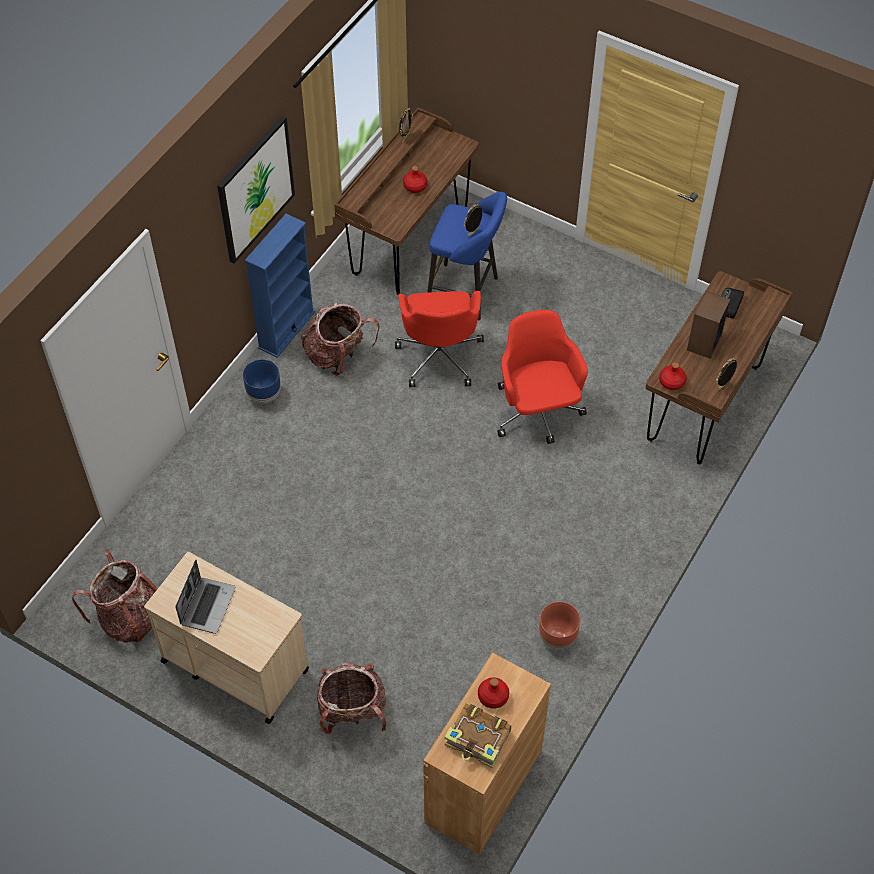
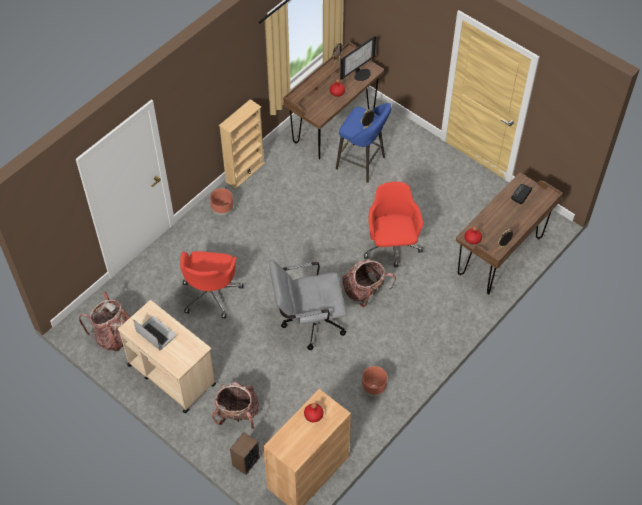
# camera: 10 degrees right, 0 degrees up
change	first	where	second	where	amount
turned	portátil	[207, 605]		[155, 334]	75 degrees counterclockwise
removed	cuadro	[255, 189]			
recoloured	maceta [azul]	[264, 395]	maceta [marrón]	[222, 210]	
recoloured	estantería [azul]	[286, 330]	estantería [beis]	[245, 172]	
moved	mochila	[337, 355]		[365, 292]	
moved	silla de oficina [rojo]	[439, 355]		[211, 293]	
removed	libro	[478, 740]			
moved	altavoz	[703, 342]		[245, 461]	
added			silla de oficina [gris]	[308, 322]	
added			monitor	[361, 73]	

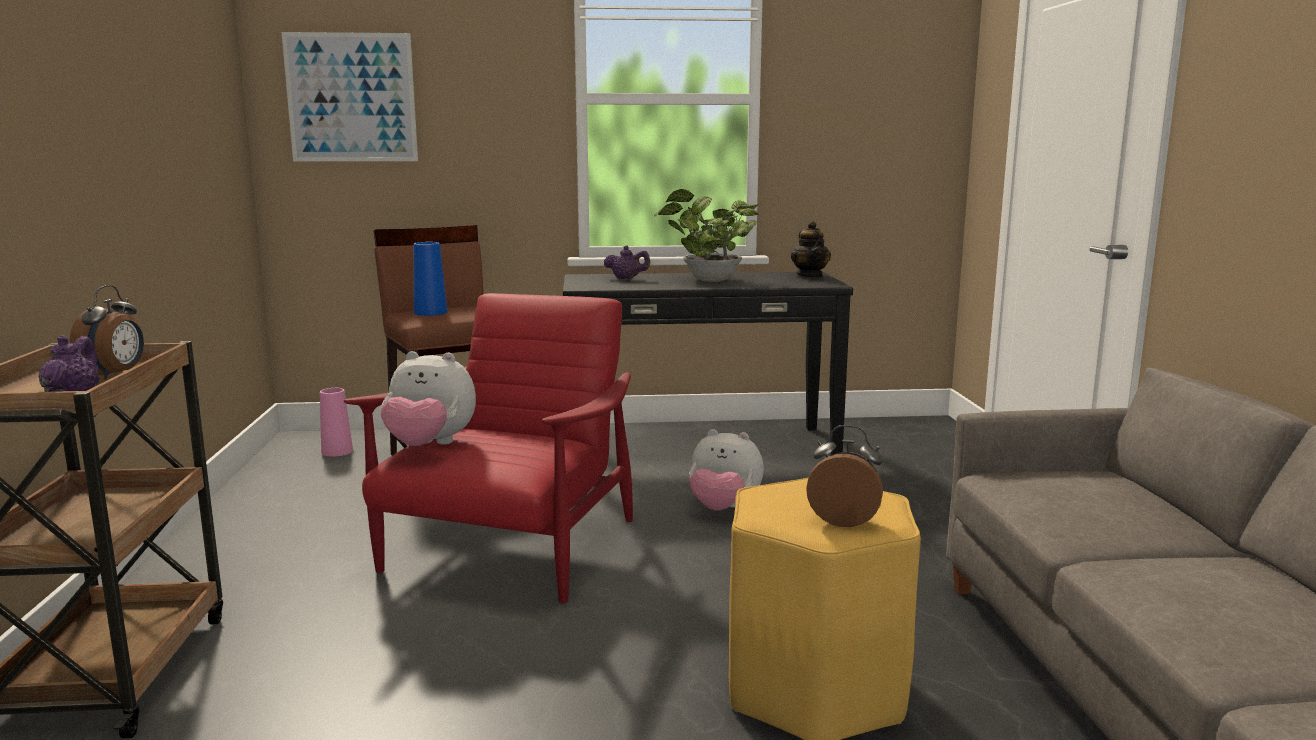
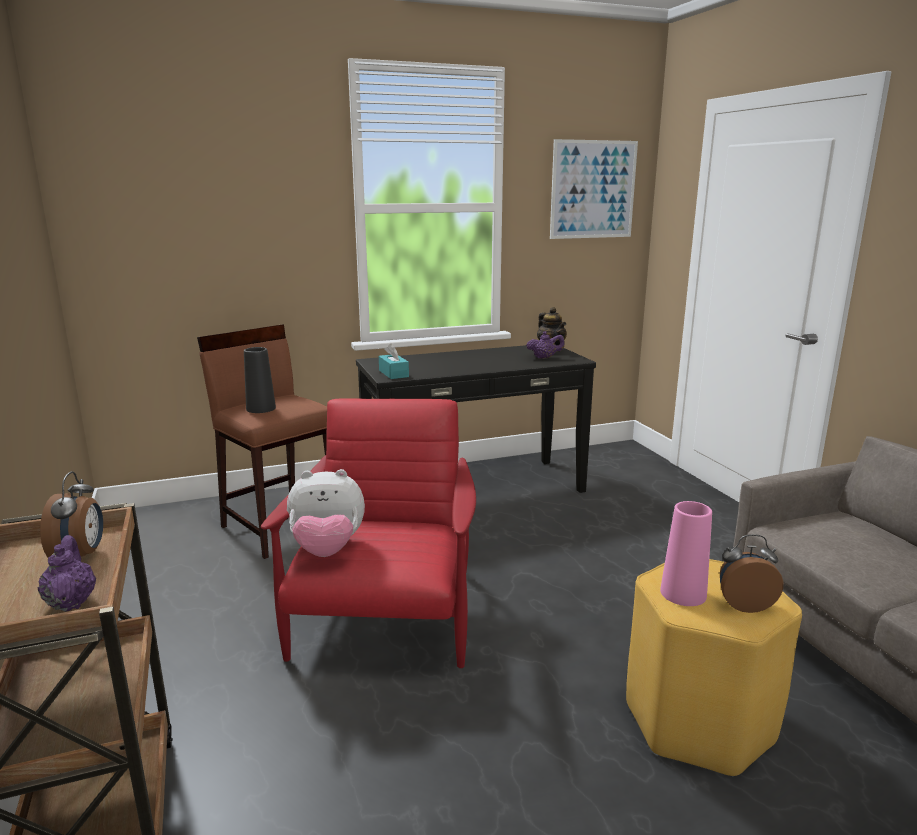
# camera: 15 degrees left, 5 degrees up
change	first	where	second	where	amount
moved	cuadro	[351, 98]		[593, 190]	
moved	florero [rosa]	[337, 451]		[683, 593]	
recoloured	florero [azul]	[430, 312]	florero [negro]	[261, 408]	
moved	tetera [morado]	[627, 279]		[544, 358]	
removed	planta en maceta	[707, 280]			
removed	peluche	[723, 508]			
added			caja de pañuelos [turquesa]	[393, 373]	

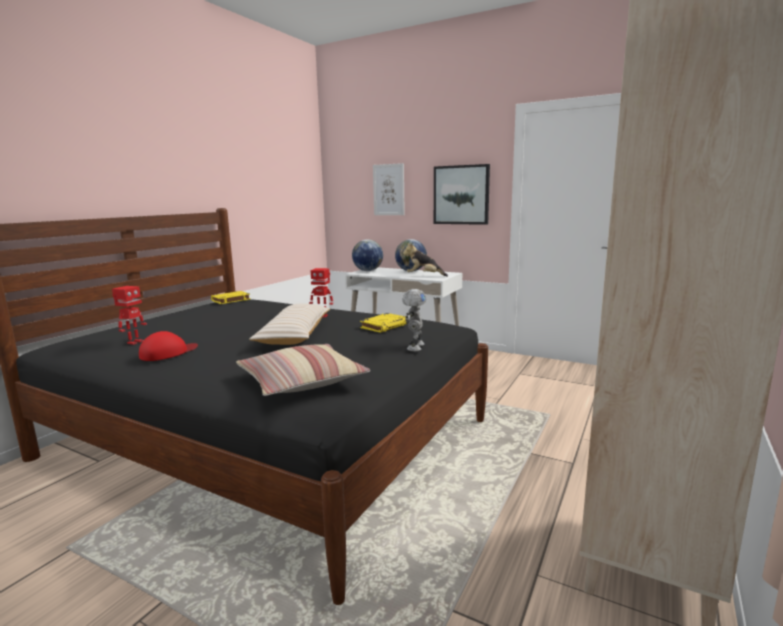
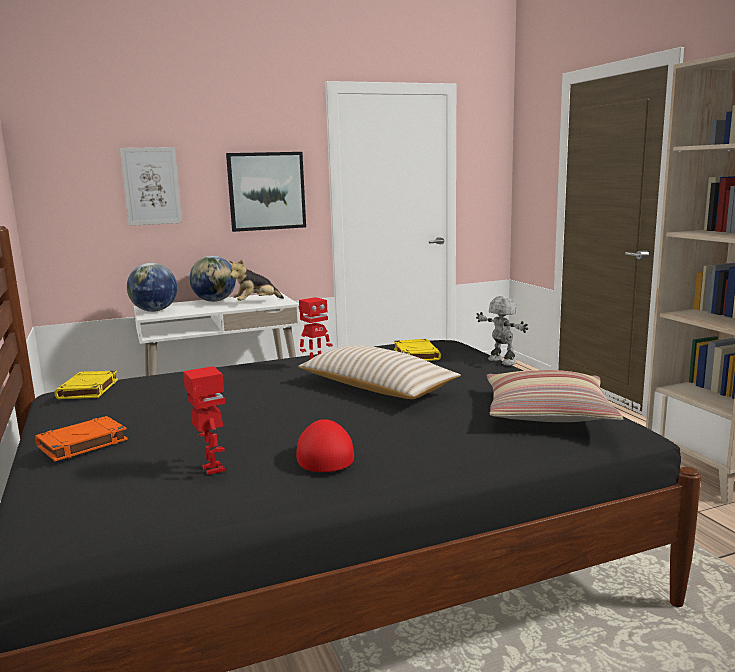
# camera: 50 degrees left, 0 degrees up
change	first	where	second	where	amount
added			libro [naranja]	[82, 444]	

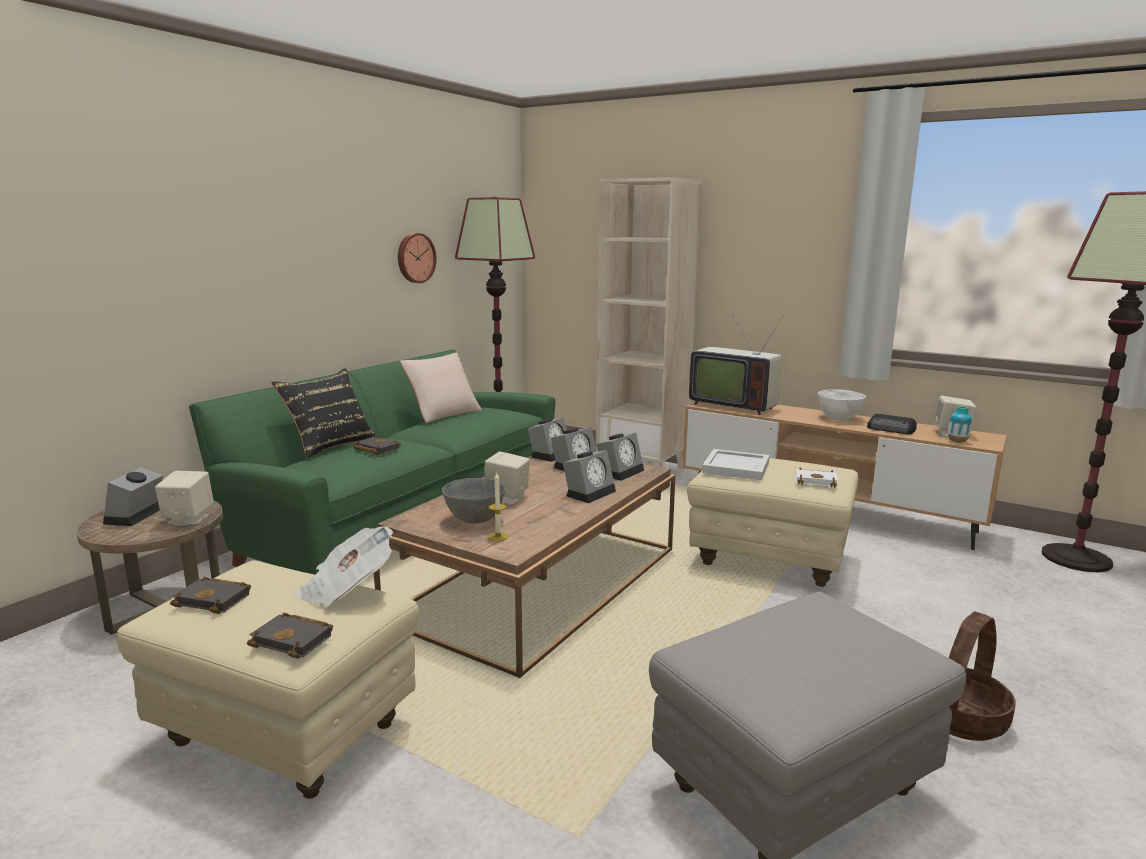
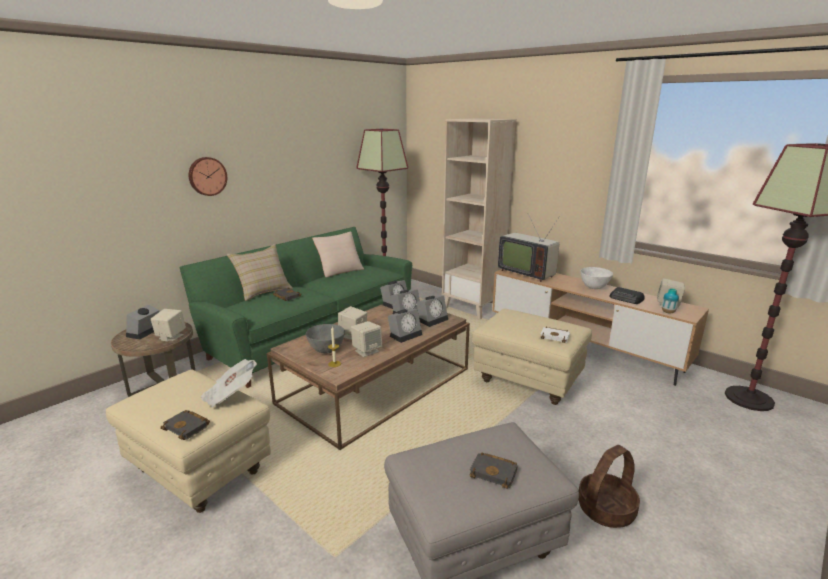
# camera: 10 degrees right, 5 degrees up
change	first	where	second	where	amount
moved	libro [negro]	[215, 599]		[495, 472]	
recoloured	cojín [negro]	[331, 445]	cojín [beis]	[263, 291]	
moved	reloj de pared	[415, 258]		[207, 176]	
removed	bandeja [blanco]	[736, 468]			
added			altavoz [beis]	[367, 351]	

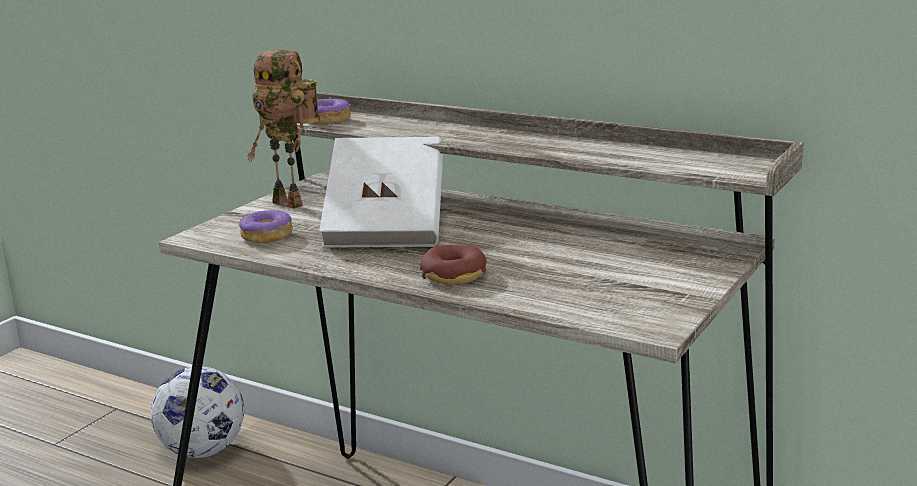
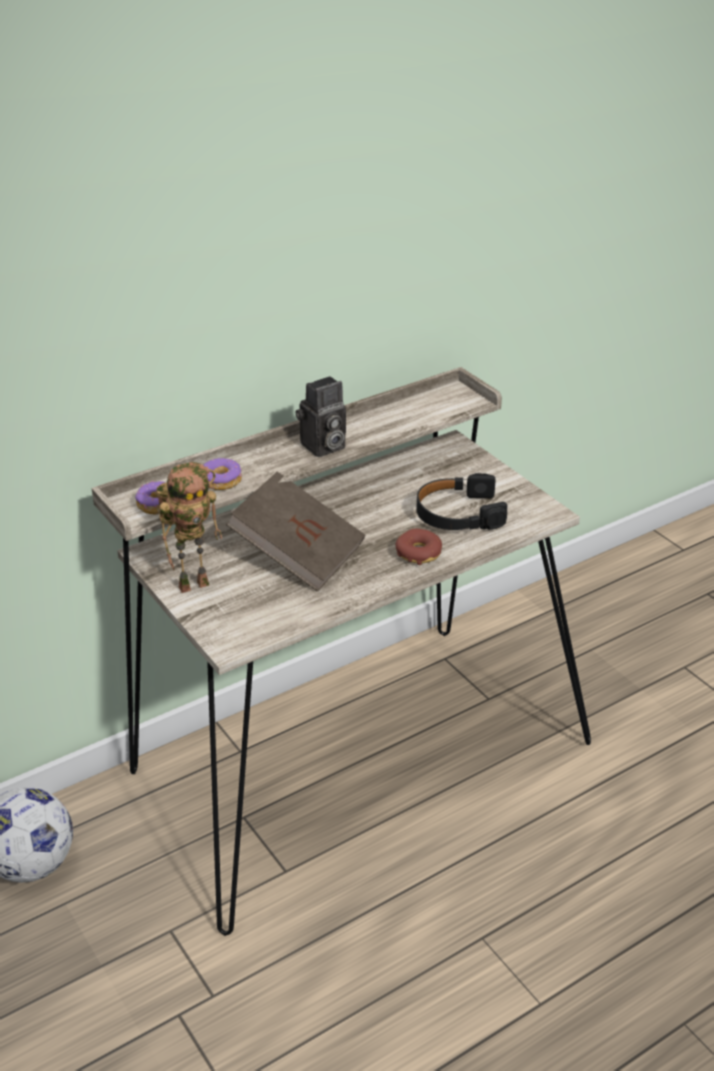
# camera: 65 degrees left, 15 degrees up
change	first	where	second	where	amount
moved	rosquilla	[266, 236]		[221, 481]	
recoloured	libro [blanco]	[387, 226]	libro [marrón]	[298, 554]	
added			cámara	[322, 447]	
added			auriculares [negro]	[458, 514]	

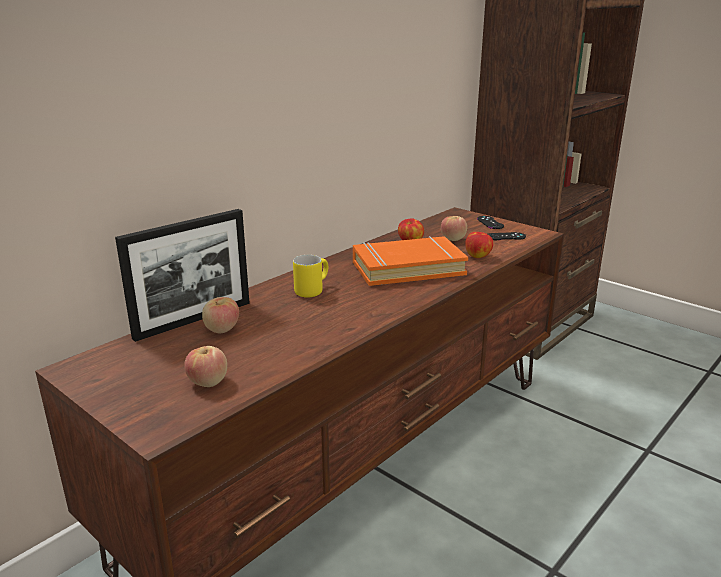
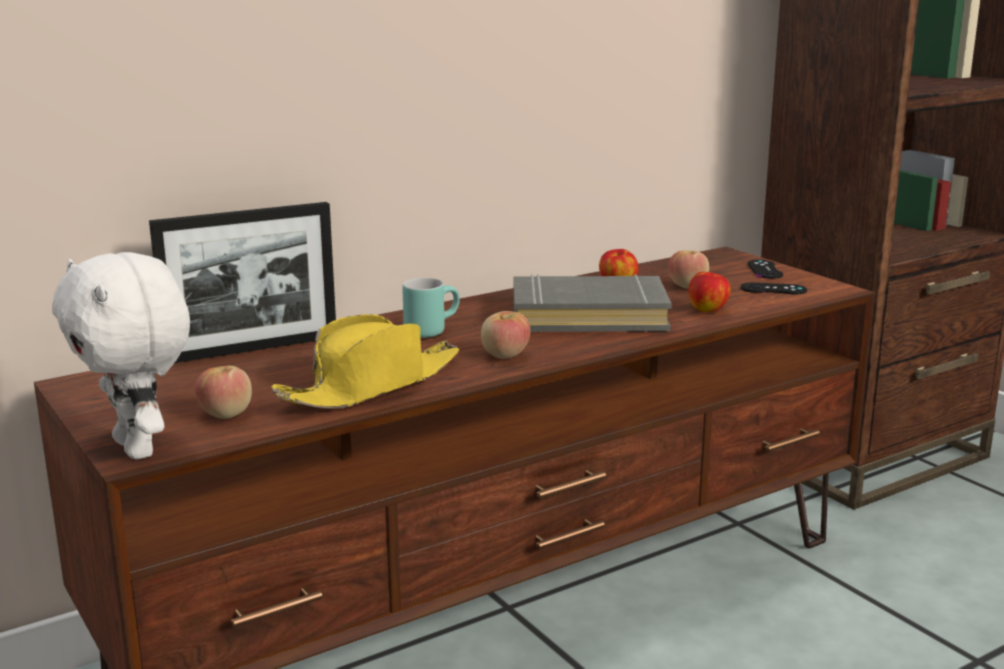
# camera: 15 degrees right, 5 degrees down
change	first	where	second	where	amount
moved	manzana	[221, 329]		[505, 355]	
recoloured	taza grande [amarillo]	[311, 290]	taza grande [turquesa]	[430, 330]	
recoloured	libro [naranja]	[407, 268]	libro [gris]	[588, 316]	
added			peluche [blanco]	[139, 448]	
added			sombrero [amarillo]	[372, 385]	

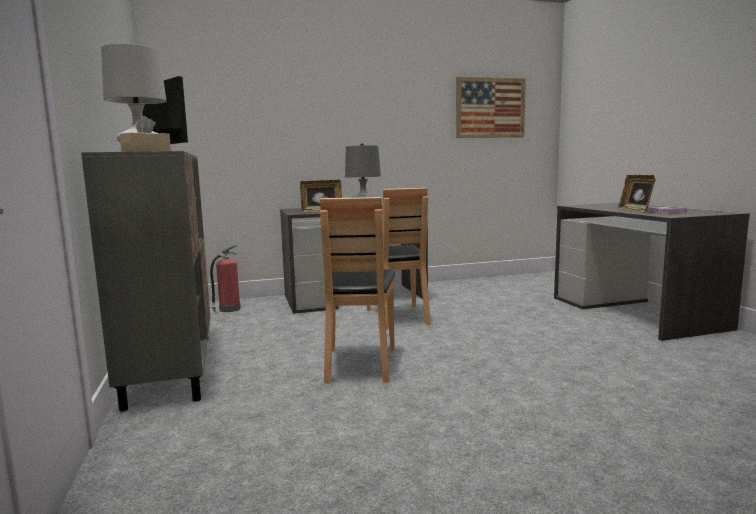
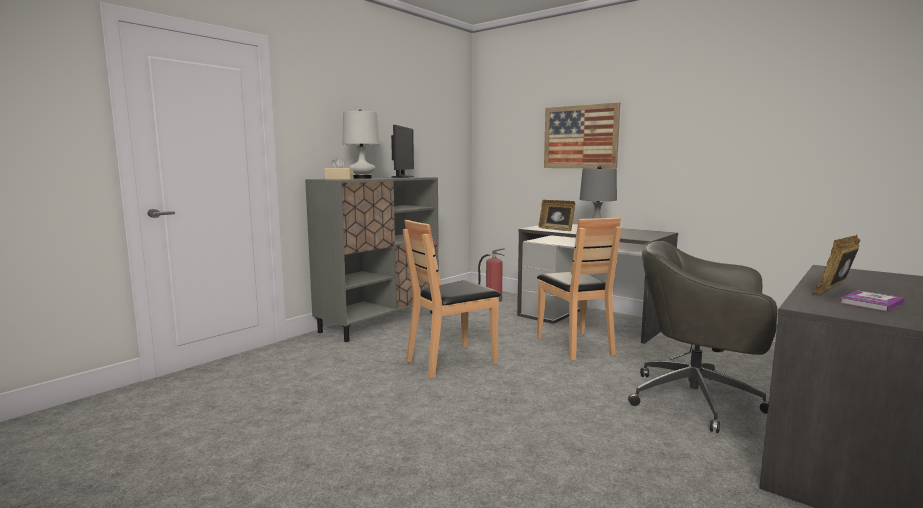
# camera: 55 degrees right, 0 degrees up
change	first	where	second	where	amount
turned	silla [marrón]	[398, 316]		[575, 345]	60 degrees counterclockwise
moved	cuadro	[490, 107]		[580, 137]	
added			silla de oficina [gris]	[698, 400]	

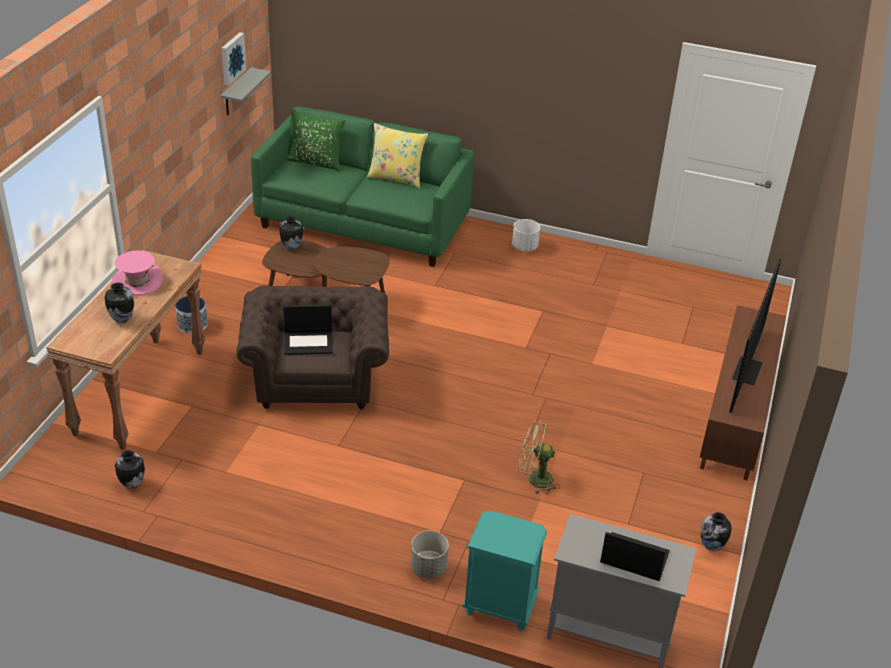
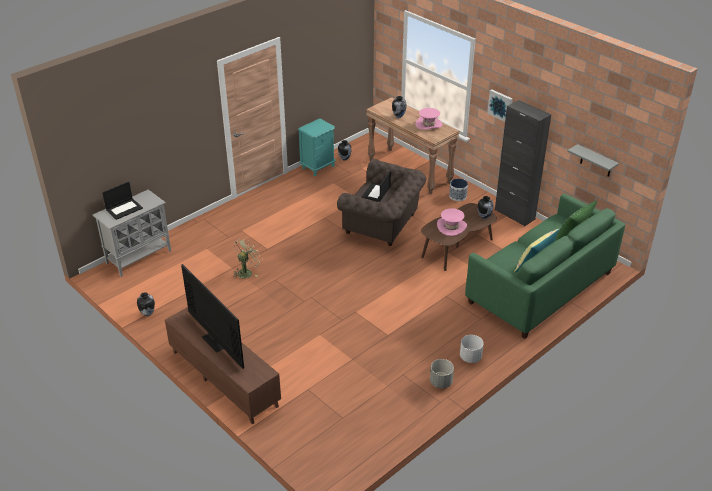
# camera: 120 degrees right, 0 degrees up
change	first	where	second	where	amount
moved	cuadro	[231, 58]		[500, 105]	
moved	maceta [gris]	[428, 568]		[440, 382]	
moved	mesita de noche [turquesa]	[500, 606]		[318, 167]	
added			sombrero [rosa]	[451, 227]	
added			armario [negro]	[514, 214]	

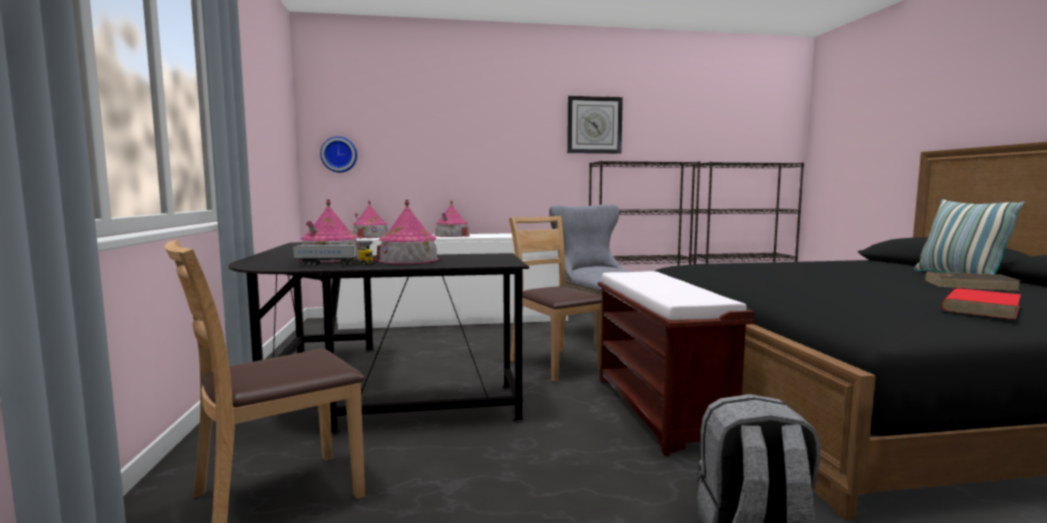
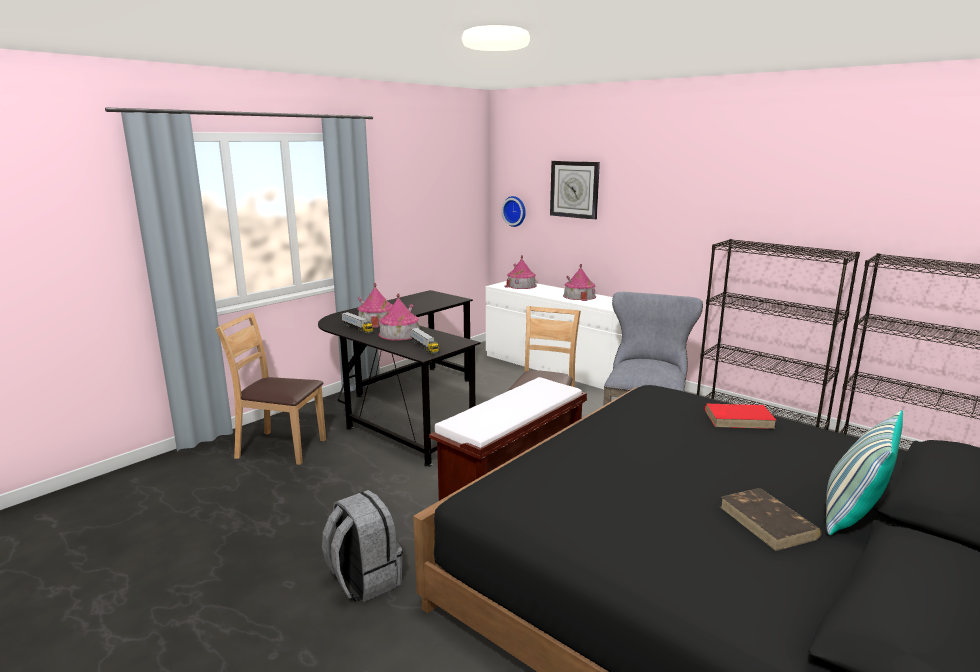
# camera: 50 degrees right, 10 degrees up
change	first	where	second	where	amount
moved	reloj de pared	[594, 125]		[574, 189]	
moved	libro [rojo]	[980, 308]		[739, 419]	
added			camión de juguete	[424, 347]	

